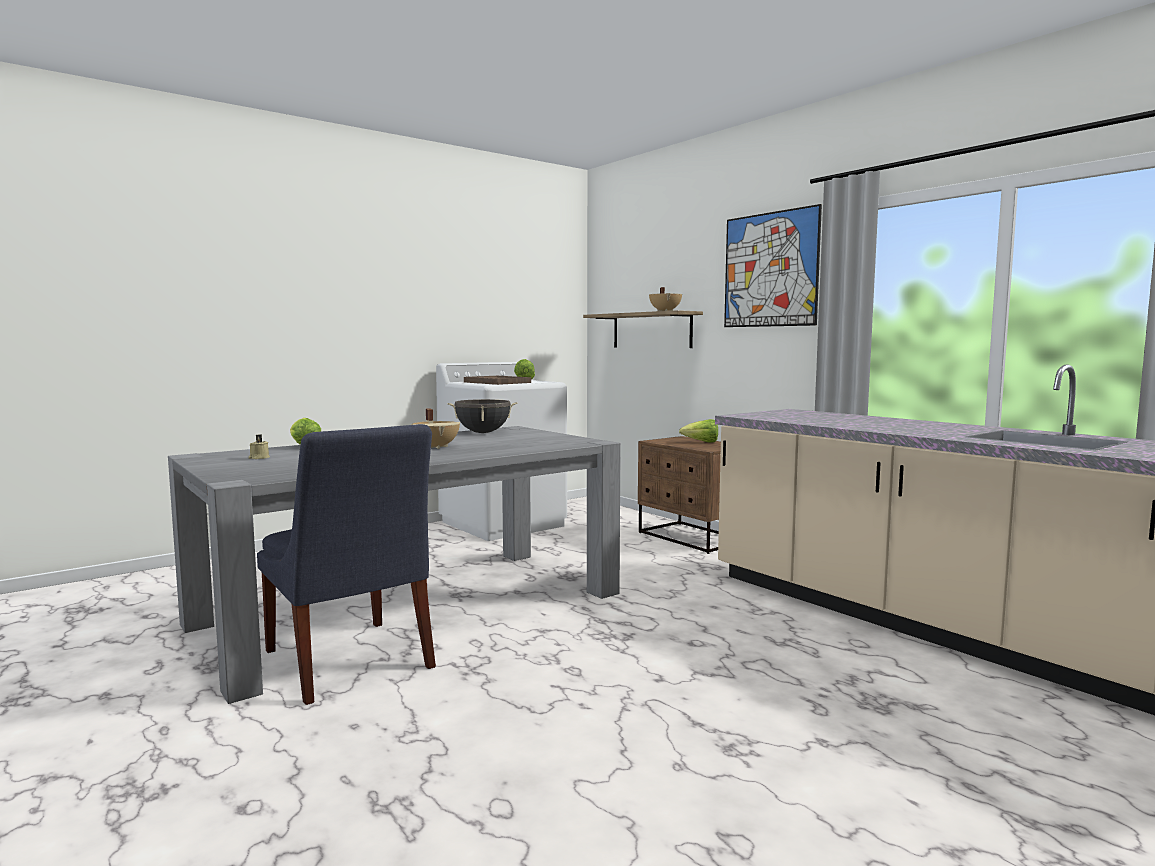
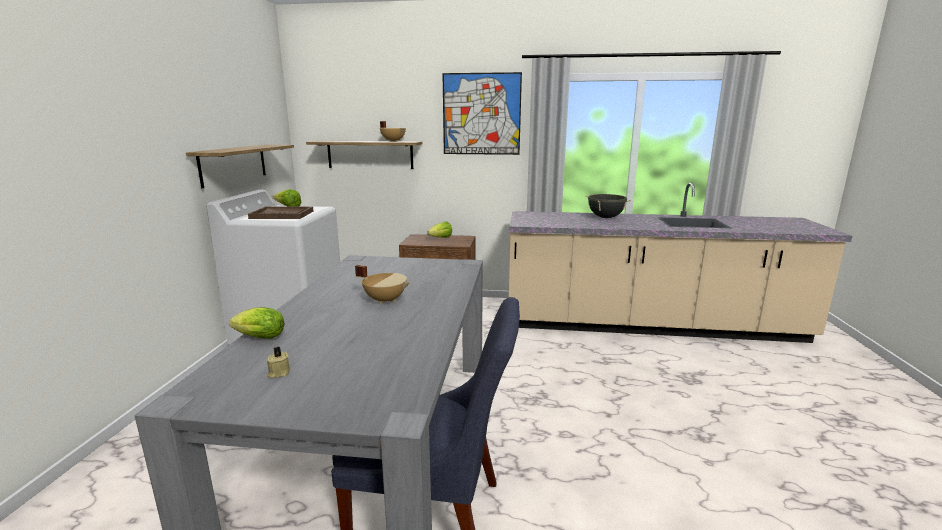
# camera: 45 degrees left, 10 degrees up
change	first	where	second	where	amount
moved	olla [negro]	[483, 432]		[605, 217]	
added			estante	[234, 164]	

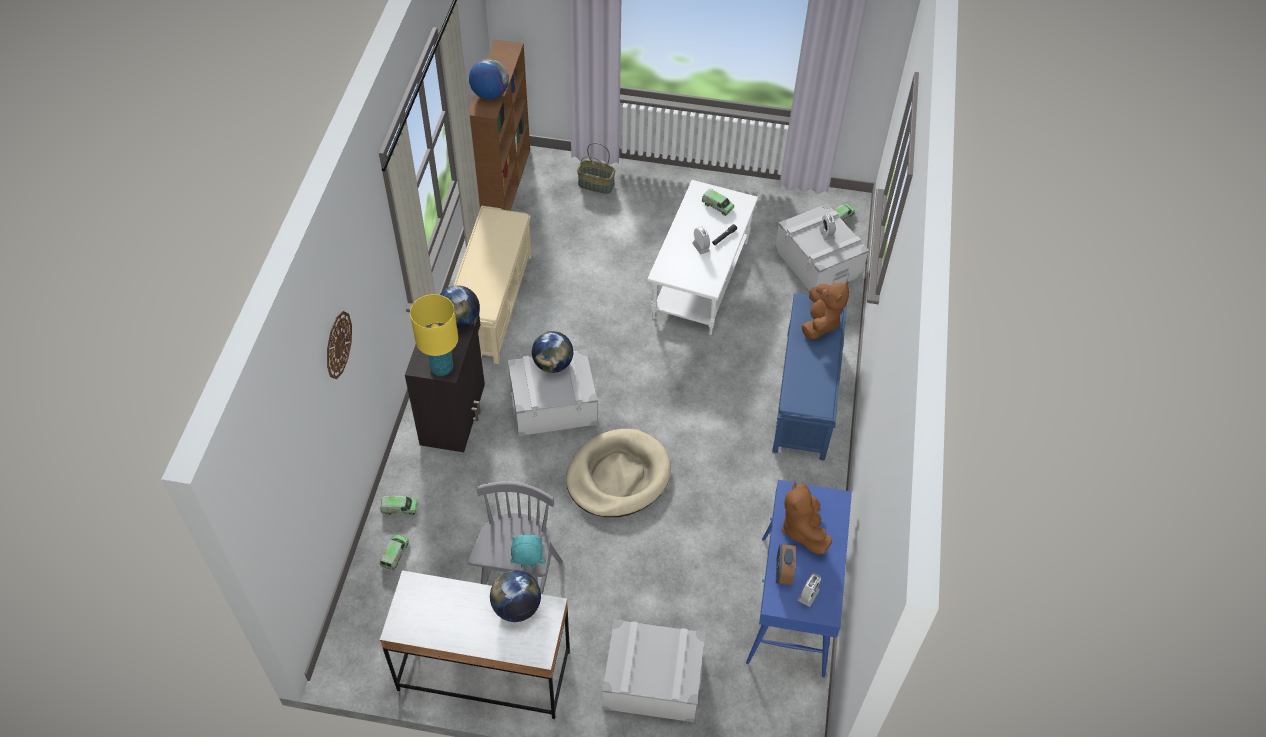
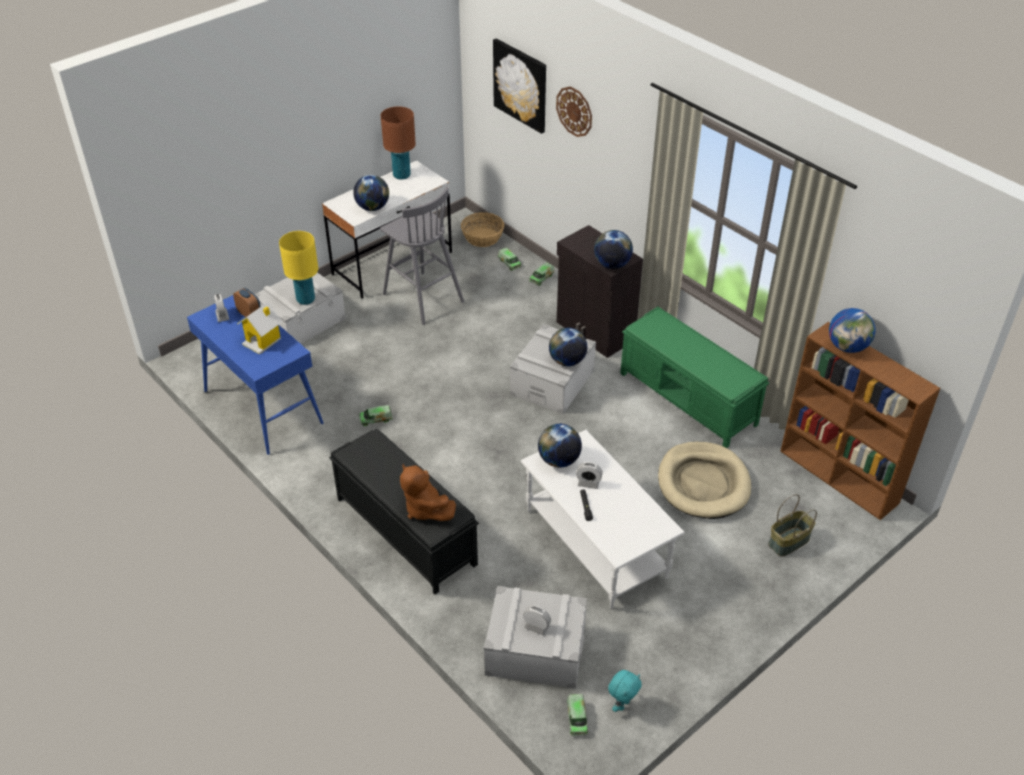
# camera: 130 degrees right, 10 degrees down
change	first	where	second	where	amount
moved	lámpara de mesa [amarillo]	[441, 367]		[306, 300]	
recoloured	banco [beis]	[492, 303]	banco [verde]	[688, 399]	
moved	peluche [turquesa]	[528, 566]		[622, 704]	
moved	cama para perro [beis]	[618, 476]		[703, 483]	
moved	camión de juguete	[717, 206]		[376, 419]	
recoloured	banco [azul]	[805, 395]	banco [negro]	[405, 531]	
replaced	peluche [marrón]	[803, 528]	casita	[263, 341]	
added			lámpara de mesa [marrón]	[401, 175]	
added			cesta	[483, 237]	
added			cuadro	[521, 85]	
added			globo terráqueo	[559, 460]	

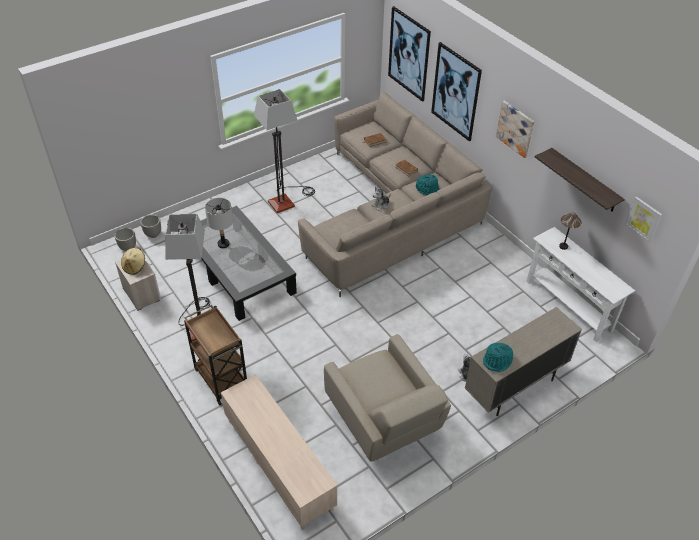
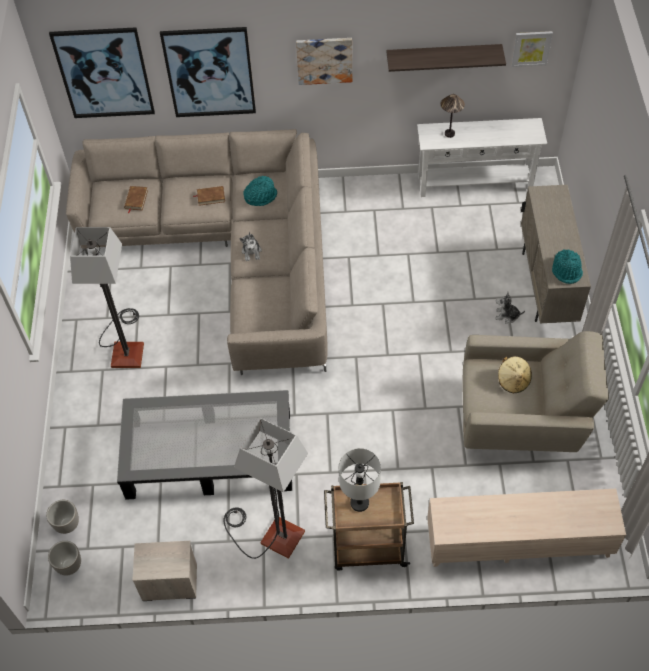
# camera: 55 degrees left, 10 degrees up
change	first	where	second	where	amount
moved	sombrero [beis]	[135, 267]		[513, 380]	
moved	lámpara de mesa [gris]	[223, 244]		[359, 503]	

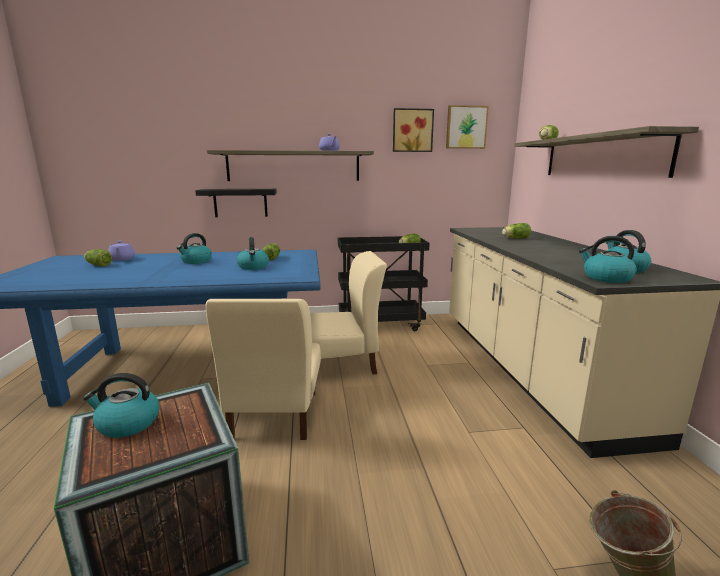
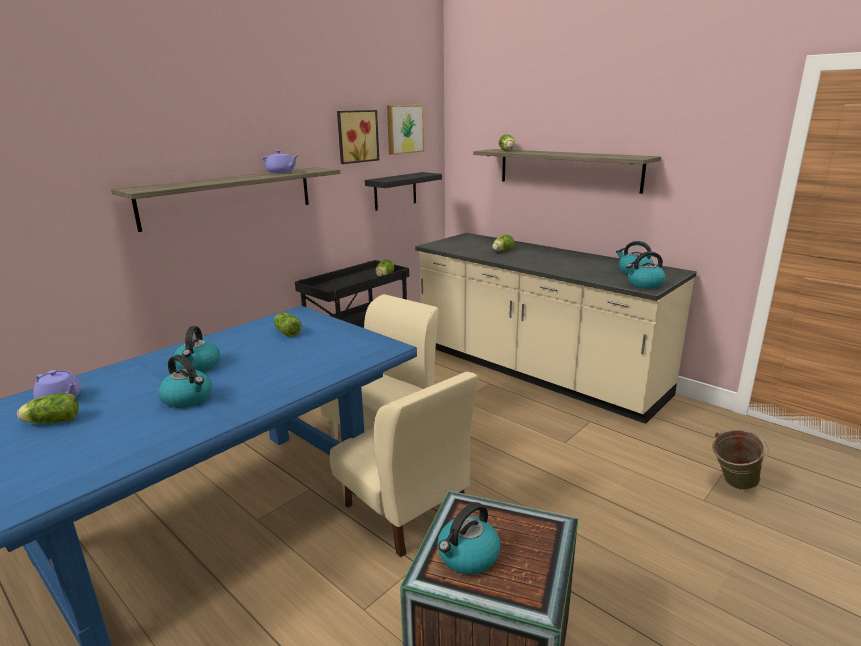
# camera: 40 degrees left, 5 degrees up
change	first	where	second	where	amount
moved	estante [negro]	[240, 202]		[395, 191]	
moved	hervidor	[253, 267]		[188, 398]	

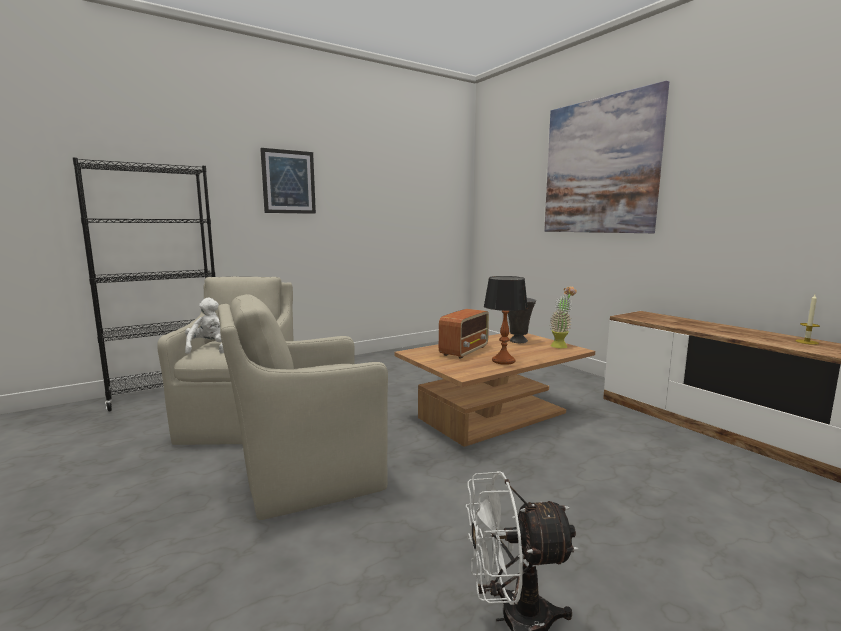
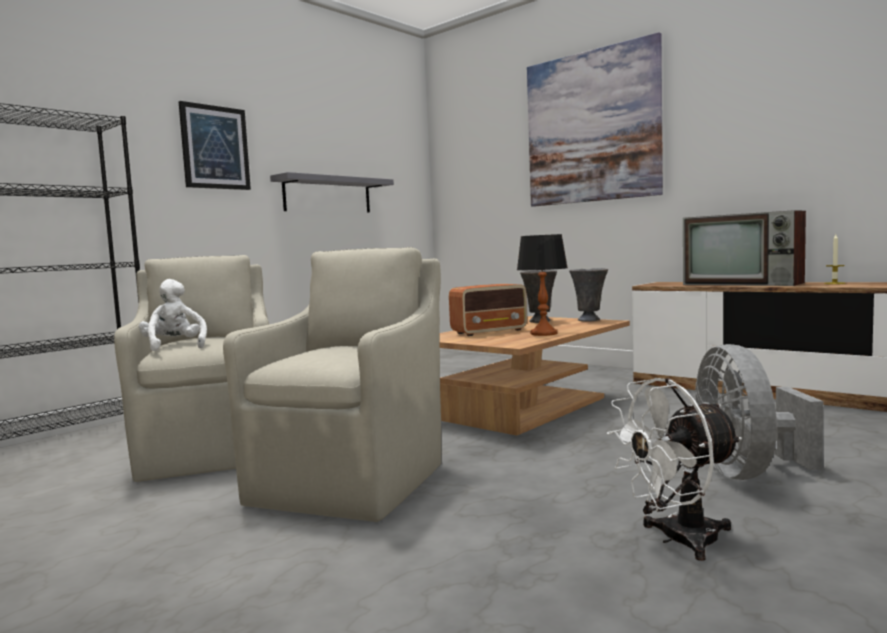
# camera: 15 degrees left, 5 degrees down
change	first	where	second	where	amount
turned	sillón [beis]	[307, 476]		[352, 481]	150 degrees clockwise
turned	radio	[464, 351]		[490, 331]	45 degrees clockwise
replaced	planta en maceta	[561, 345]	florero [gris]	[589, 320]	
added			estante [gris]	[328, 195]	
added			televisor	[744, 284]	
added			ventilador [gris]	[747, 473]	

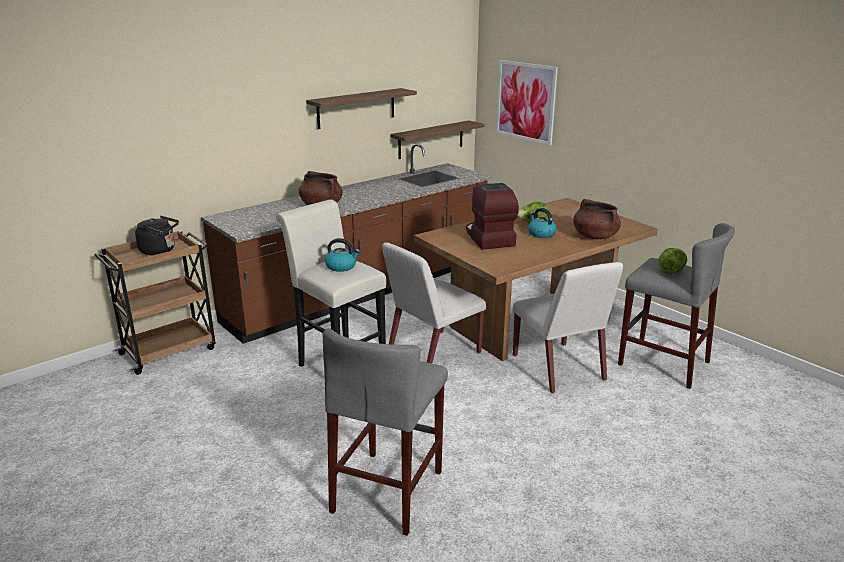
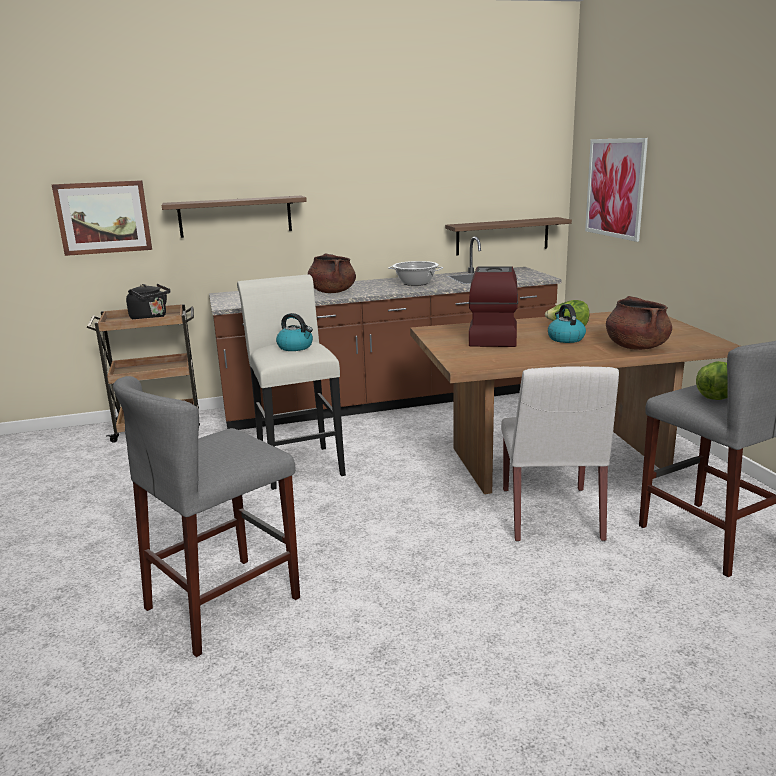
# camera: 25 degrees right, 5 degrees down
change	first	where	second	where	amount
moved	estante	[356, 108]		[235, 216]	
removed	silla [blanco]	[433, 354]			
added			cuadro	[103, 217]	
added			olla	[416, 283]	

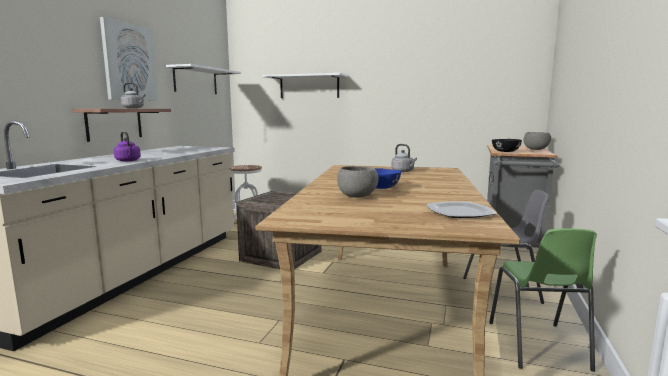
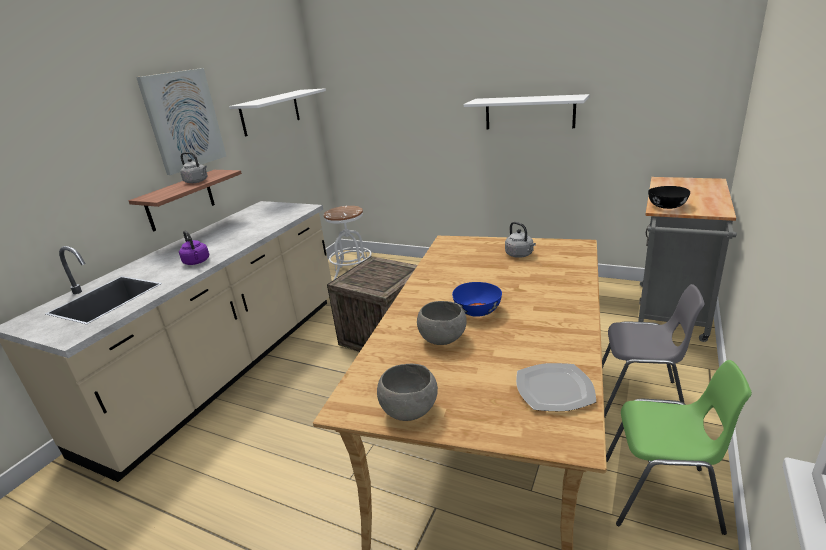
# camera: 10 degrees right, 15 degrees up
change	first	where	second	where	amount
moved	estante [blanco]	[309, 86]		[529, 112]	
turned	silla [verde]	[537, 345]		[661, 495]	90 degrees counterclockwise
moved	cuenco [gris]	[535, 149]		[409, 410]	

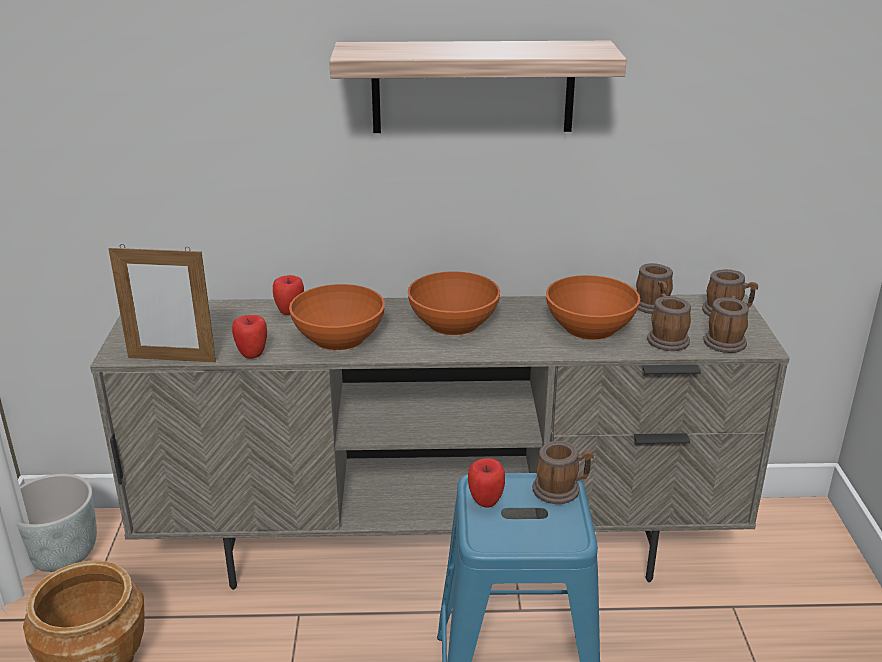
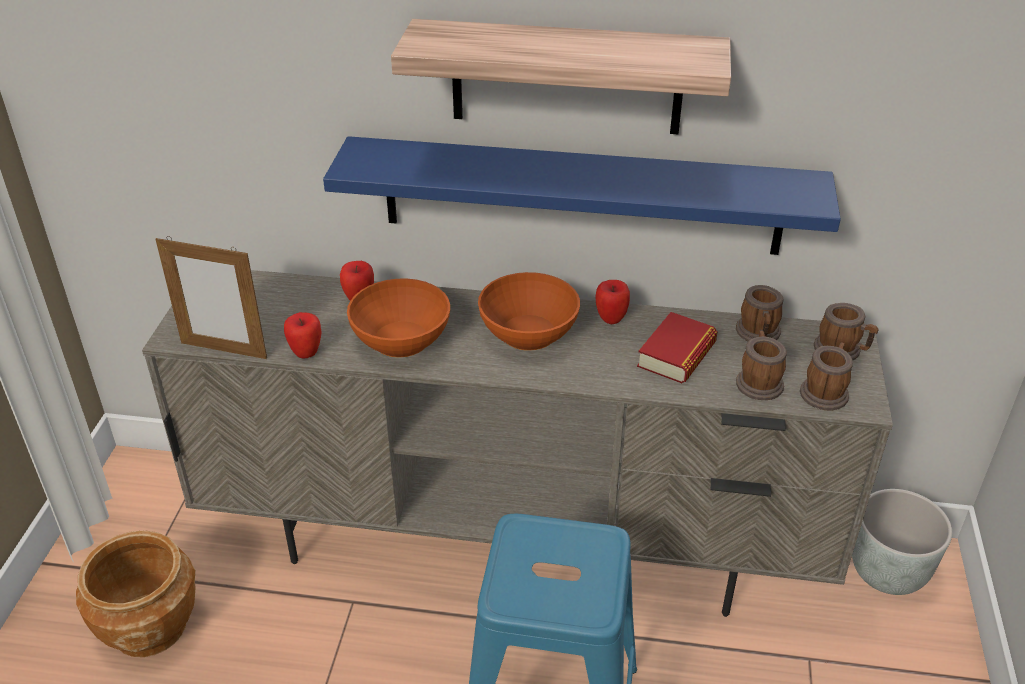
# camera: 10 degrees right, 10 degrees up
change	first	where	second	where	amount
moved	maceta [gris]	[62, 555]		[887, 572]	
moved	manzana	[485, 501]		[611, 319]	
removed	taza grande	[561, 489]			
replaced	cuenco [naranja]	[589, 327]	libro	[676, 355]	
added			estante [azul]	[581, 196]	

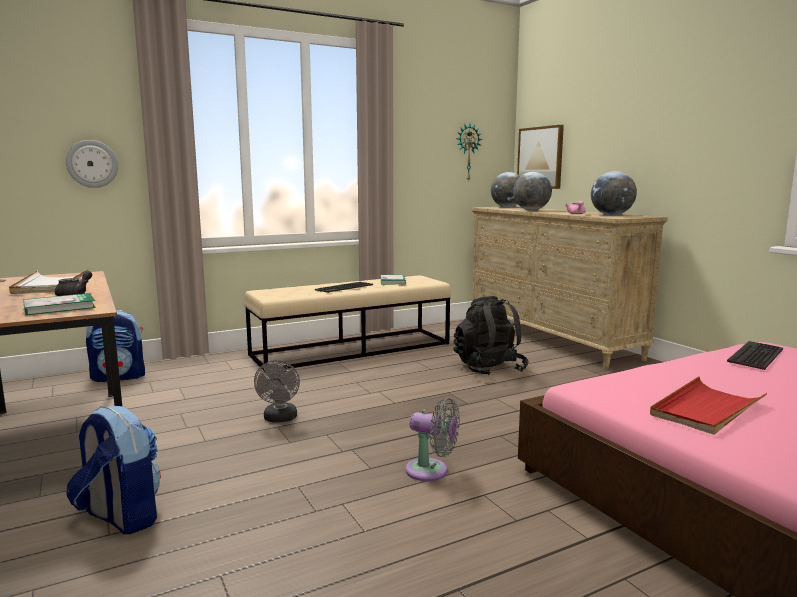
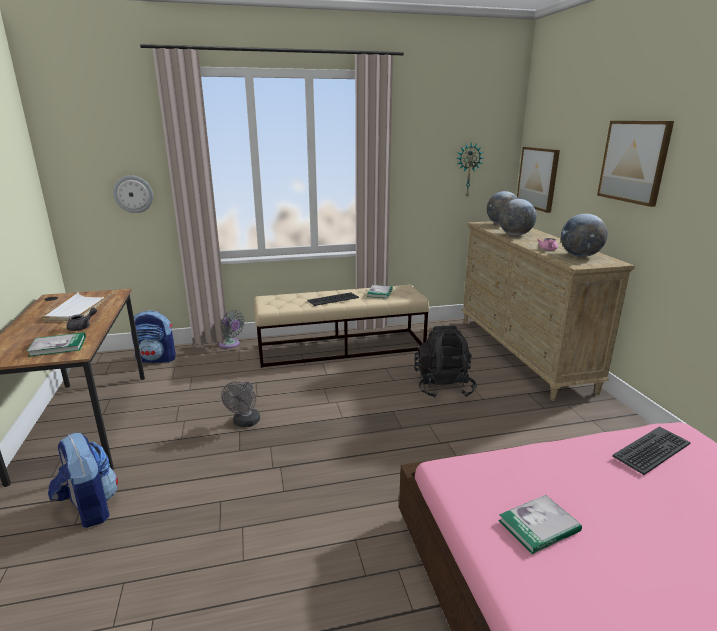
# camera: 15 degrees right, 10 degrees up
change	first	where	second	where	amount
moved	ventilador [gris]	[431, 471]		[230, 344]	
replaced	bandeja [rojo]	[706, 409]	libro	[539, 526]	
added			cuadro	[634, 161]	

